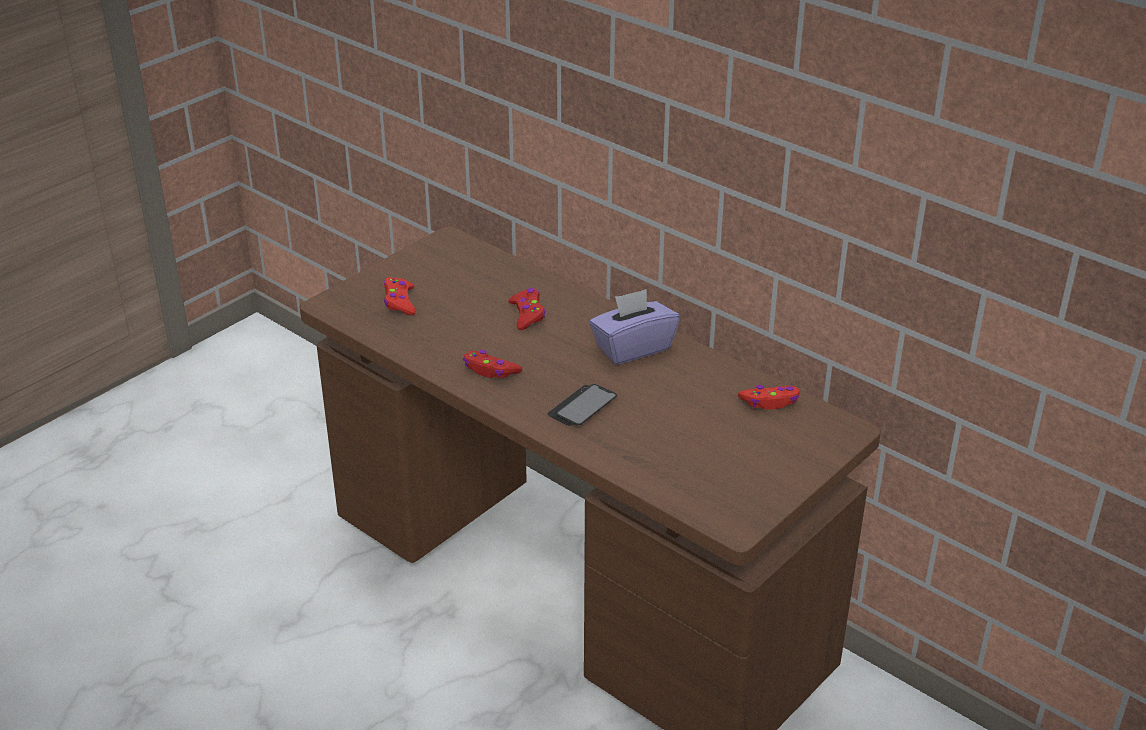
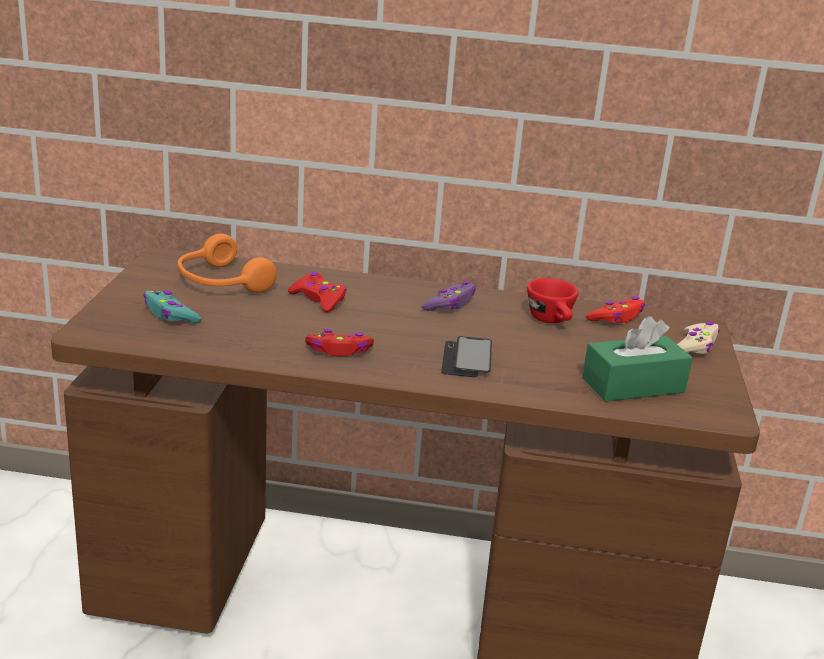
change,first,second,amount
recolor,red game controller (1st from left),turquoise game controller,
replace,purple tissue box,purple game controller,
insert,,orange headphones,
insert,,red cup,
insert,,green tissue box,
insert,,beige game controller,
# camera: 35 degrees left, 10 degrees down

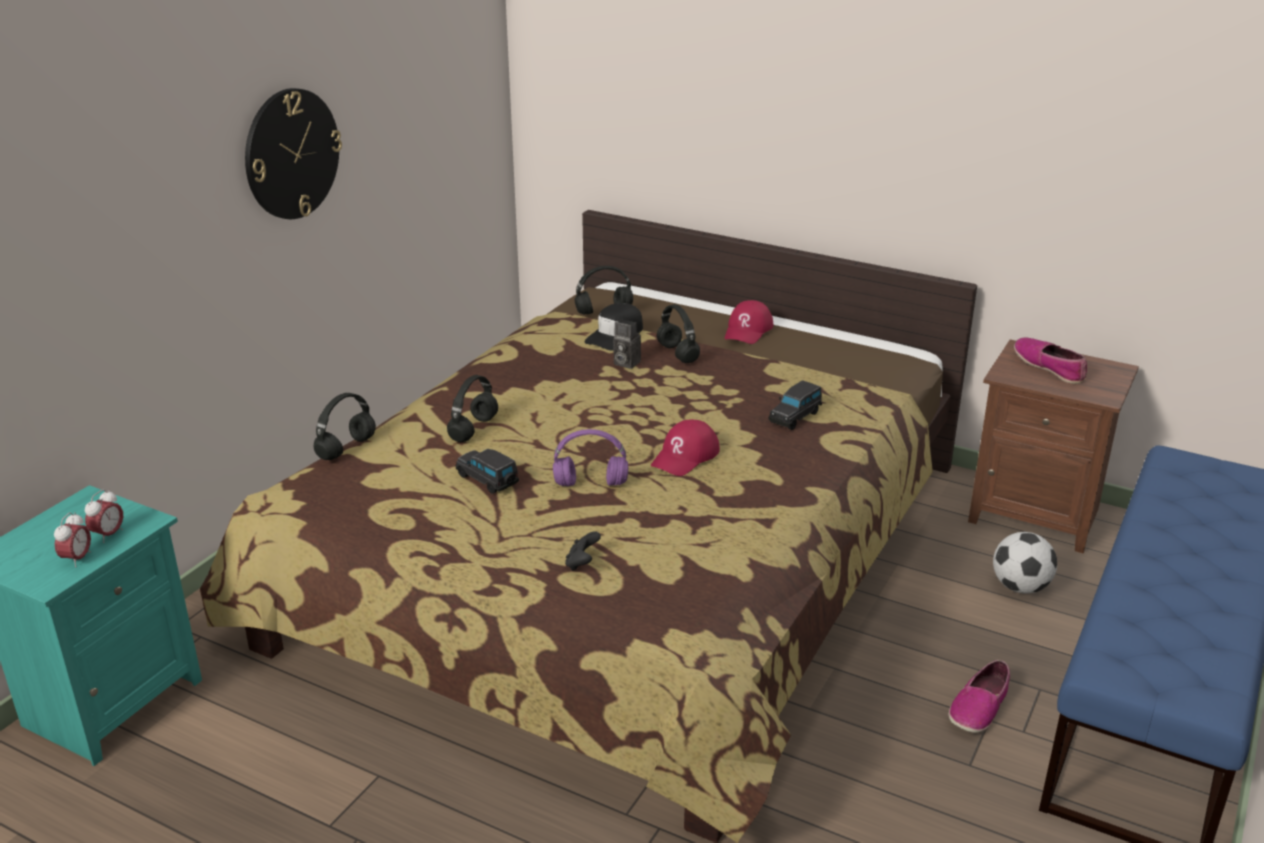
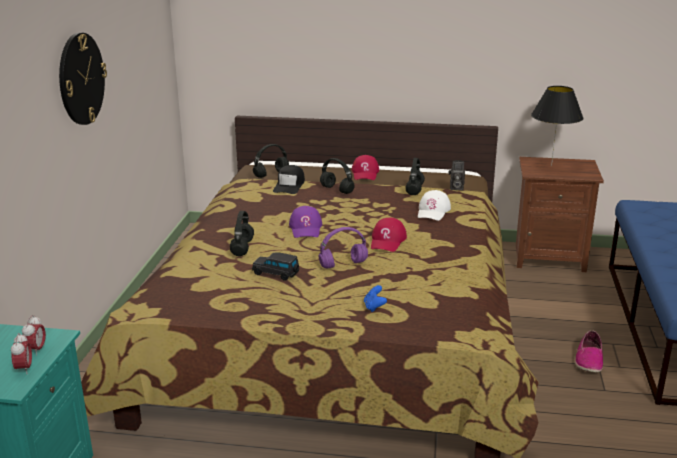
change,first,second,amount
move,photo camera,,
replace,shoe (2nd from left),black table lamp,
replace,black toy car (2nd from left),white cap,
move,black headphones (1st from left in the first image),black headphones (4th from left),
recolor,black game controller,blue game controller,
delete,football,,
insert,,purple cap,
# camera: 20 degrees left, 5 degrees down

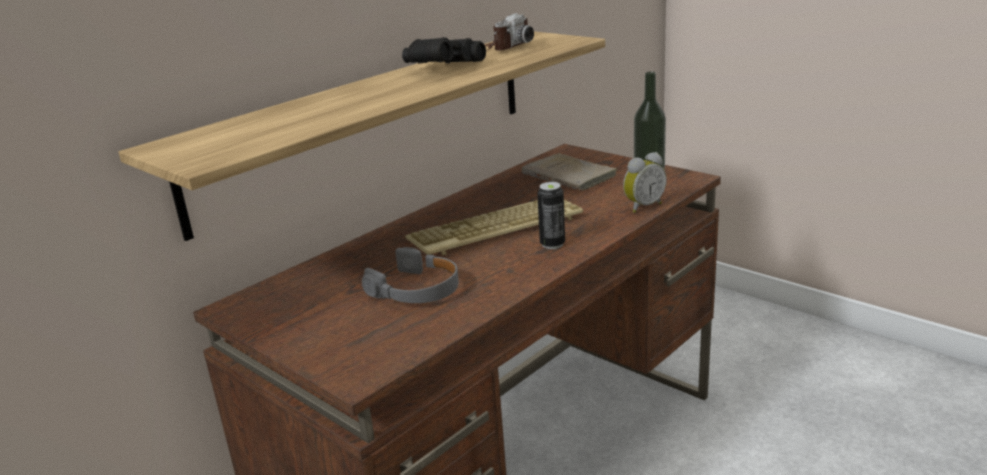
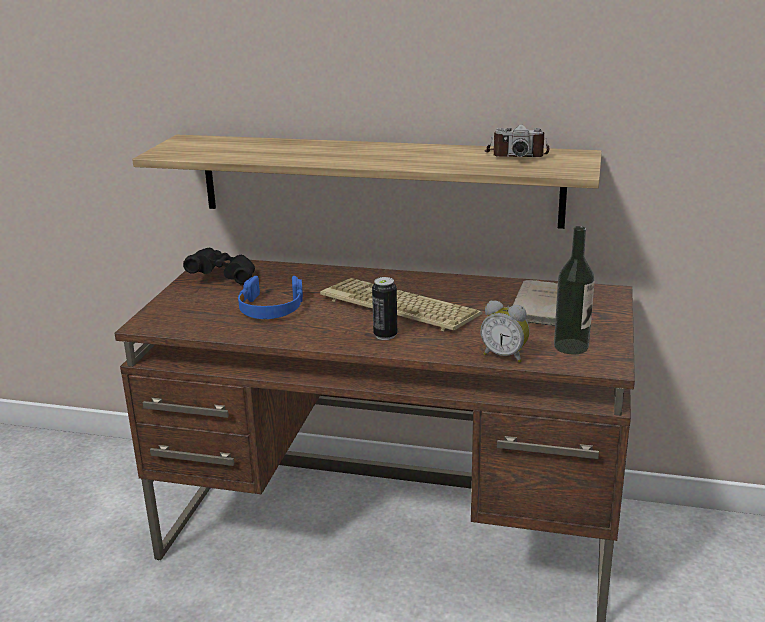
change,first,second,amount
move,black binoculars,,
recolor,grey headphones,blue headphones,
# camera: 60 degrees right, 0 degrees up

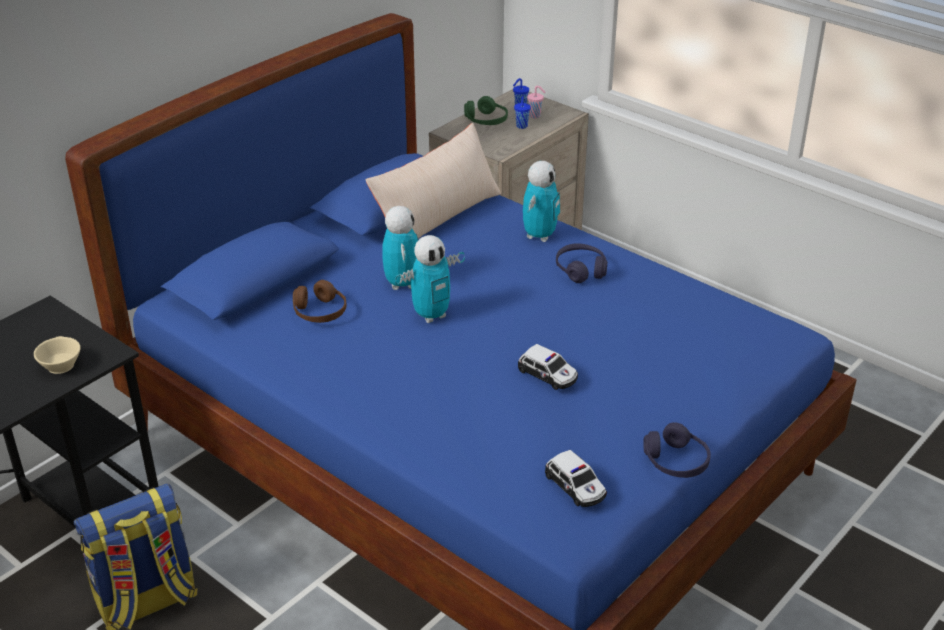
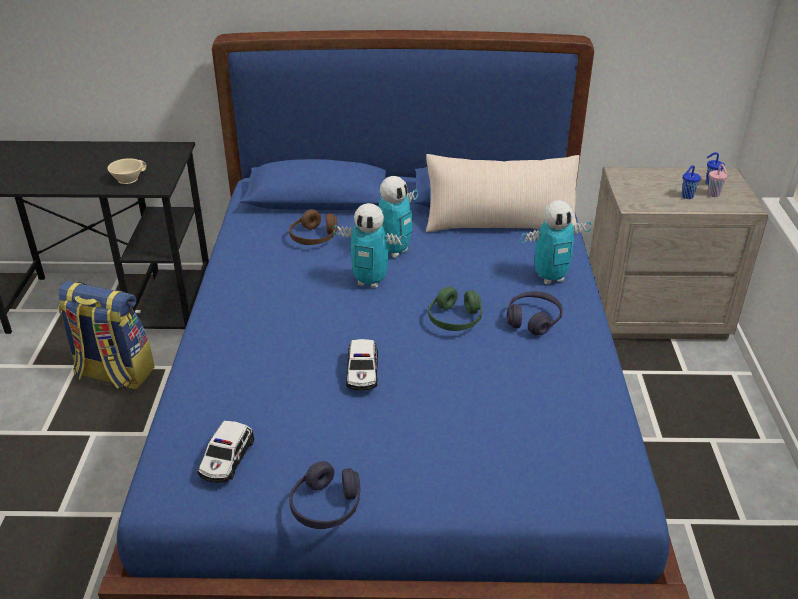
change,first,second,amount
move,green headphones,,
# camera: 50 degrees right, 0 degrees up

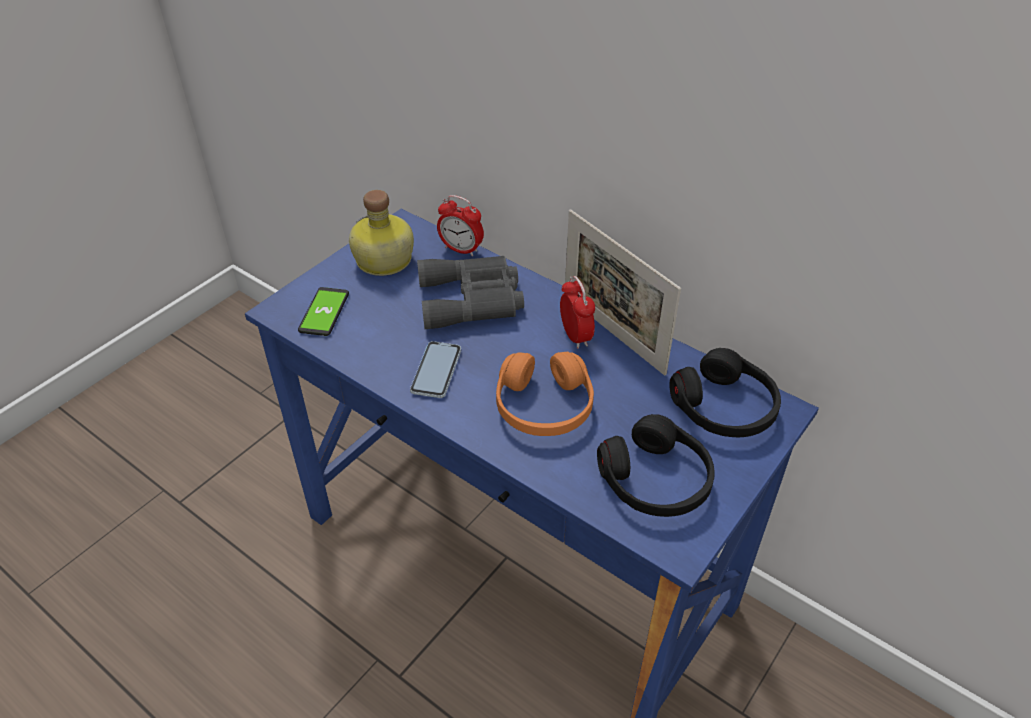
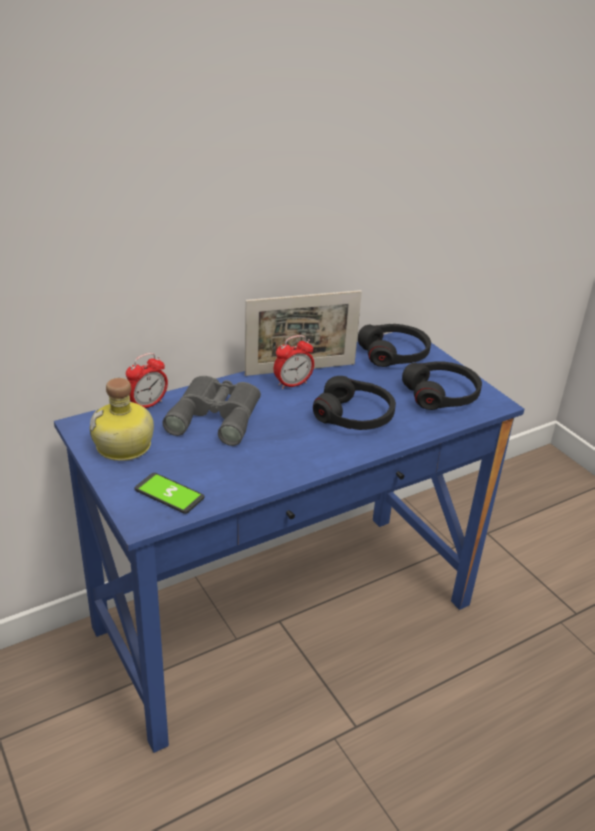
change,first,second,amount
rotate,alarm clock (2nd from left),,150 degrees clockwise
delete,phone (2nd from left),,
recolor,orange headphones,black headphones (1st from left),
# camera: 70 degrees left, 10 degrees down

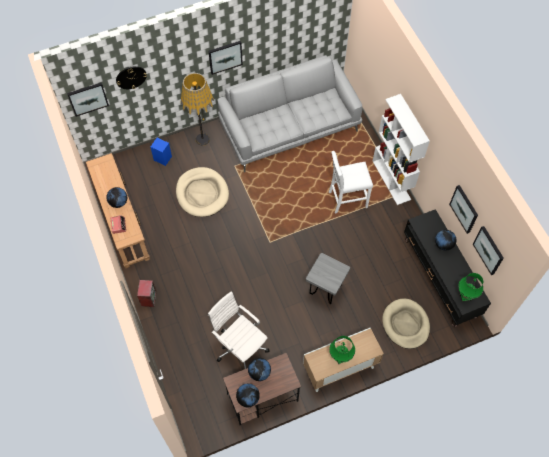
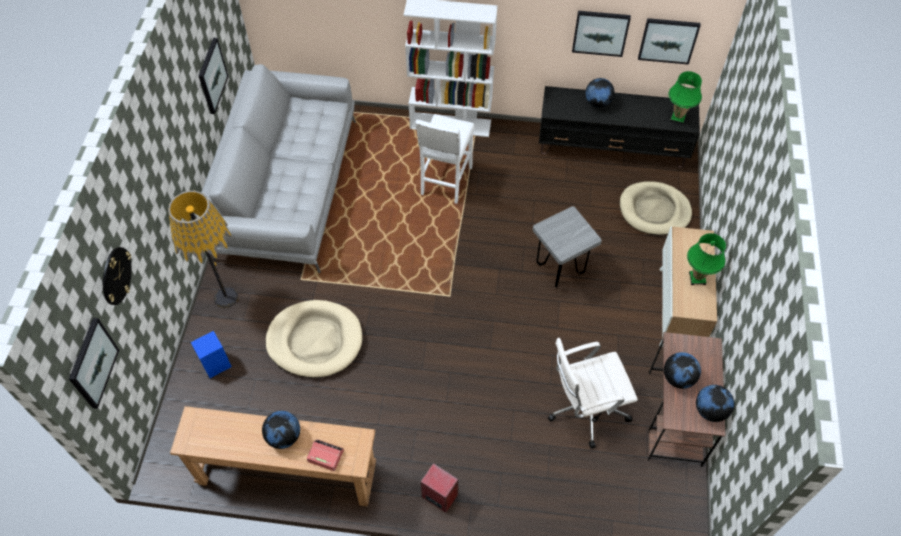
change,first,second,amount
move,picture (2nd from left),,
# camera: 60 degrees left, 5 degrees down

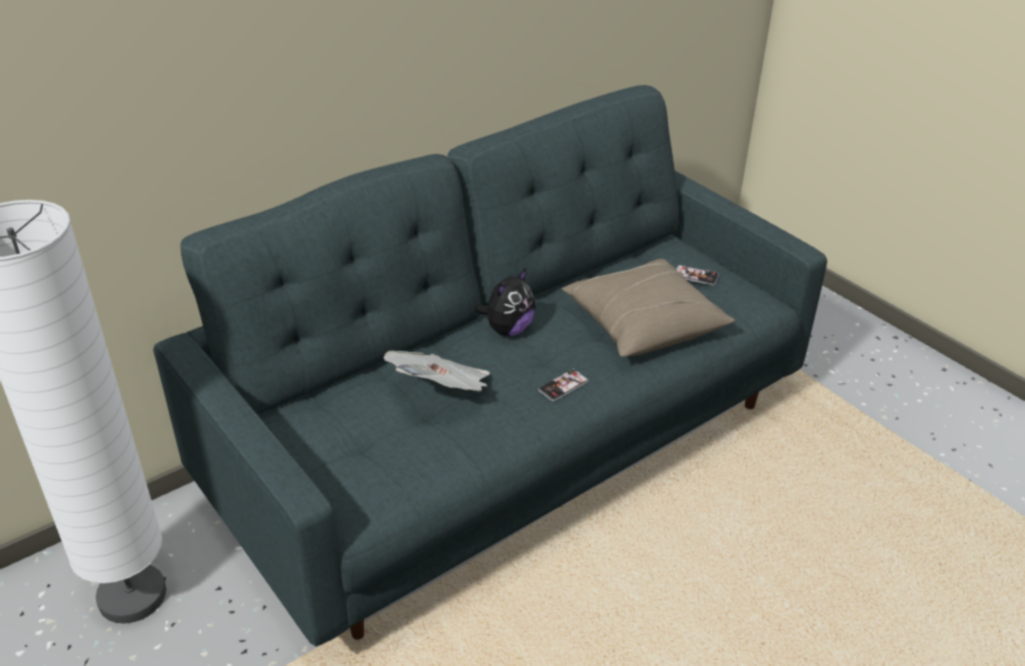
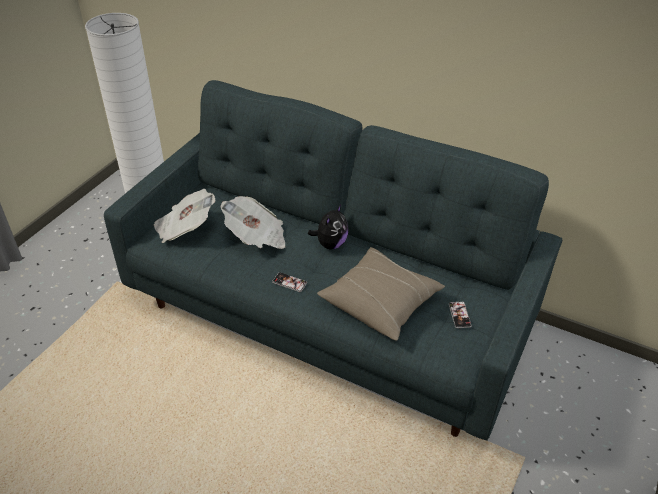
change,first,second,amount
rotate,plush toy,,75 degrees counterclockwise
insert,,newspaper (1st from left),
# camera: 65 degrees right, 5 degrees up

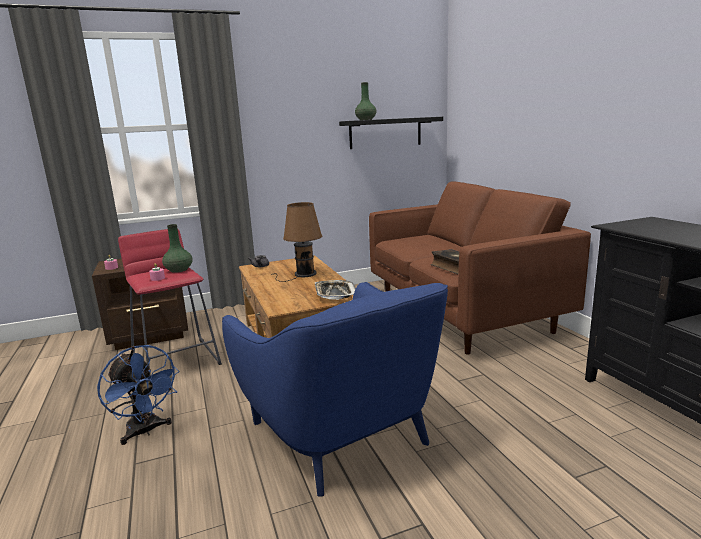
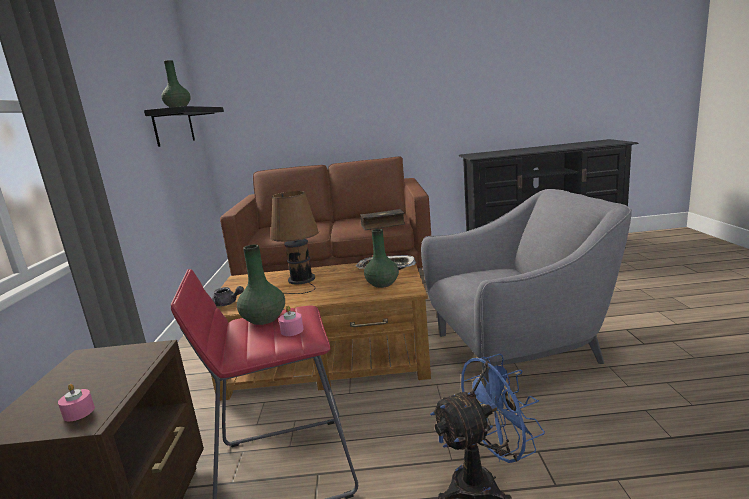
change,first,second,amount
recolor,blue armchair,grey armchair,
insert,,green vase (3rd from left),
# camera: 70 degrees left, 0 degrees up

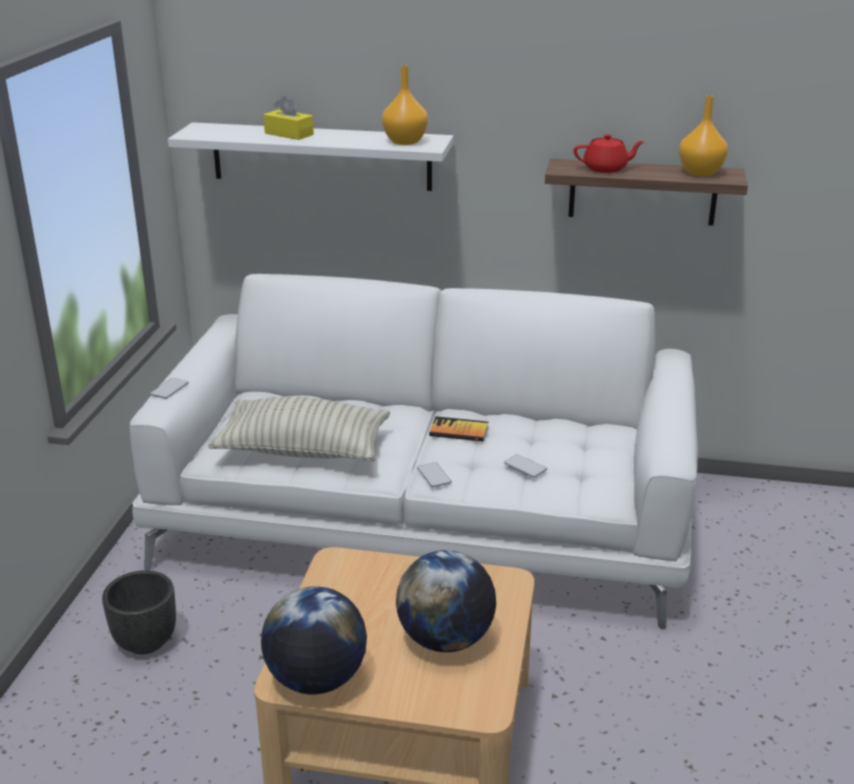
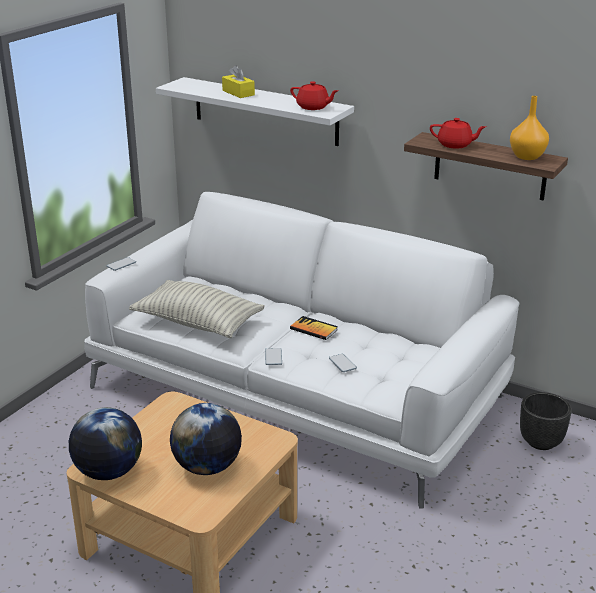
change,first,second,amount
replace,orange vase (1st from left),red teapot (1st from left),
move,black planter,,
# camera: 20 degrees right, 0 degrees up

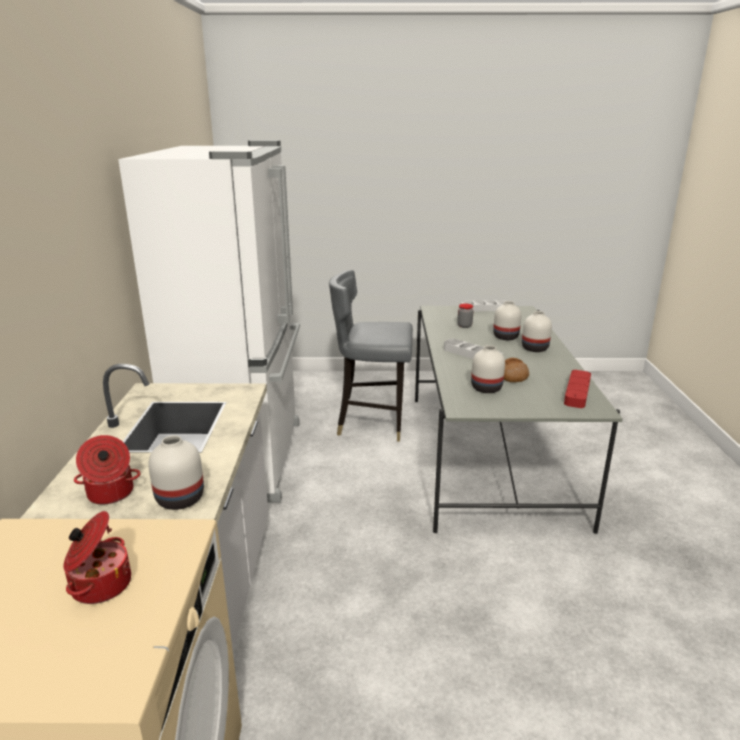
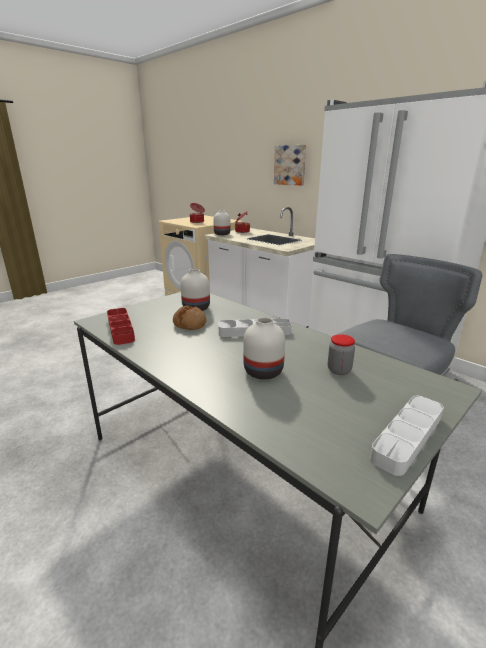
change,first,second,amount
delete,white vase (4th from left),,
insert,,picture,
# camera: 135 degrees right, 0 degrees up

